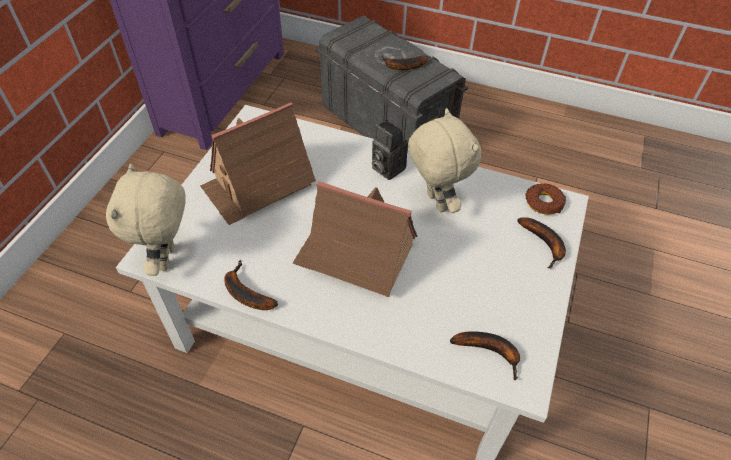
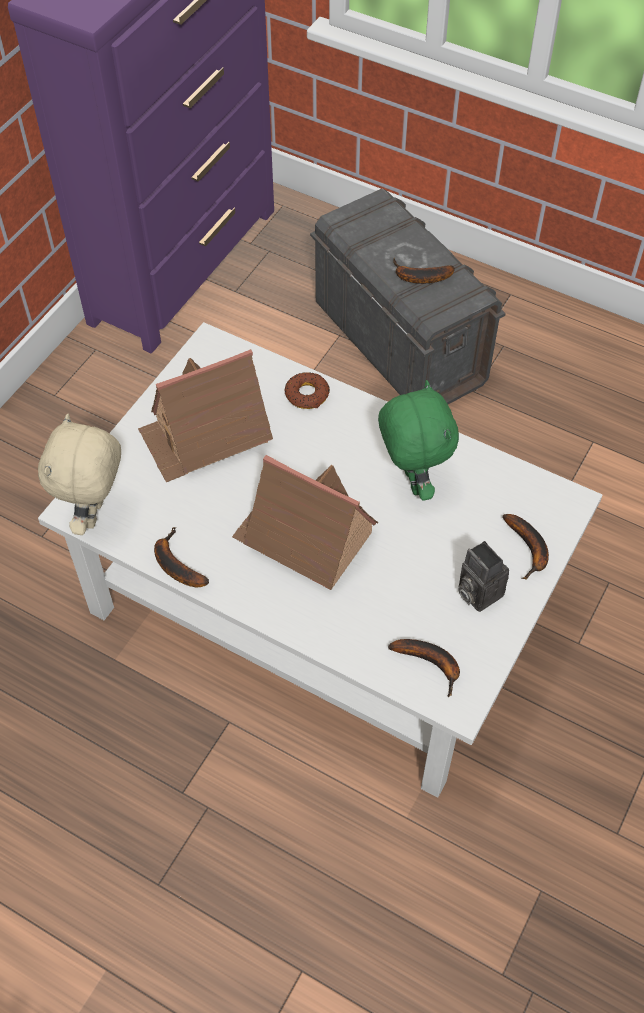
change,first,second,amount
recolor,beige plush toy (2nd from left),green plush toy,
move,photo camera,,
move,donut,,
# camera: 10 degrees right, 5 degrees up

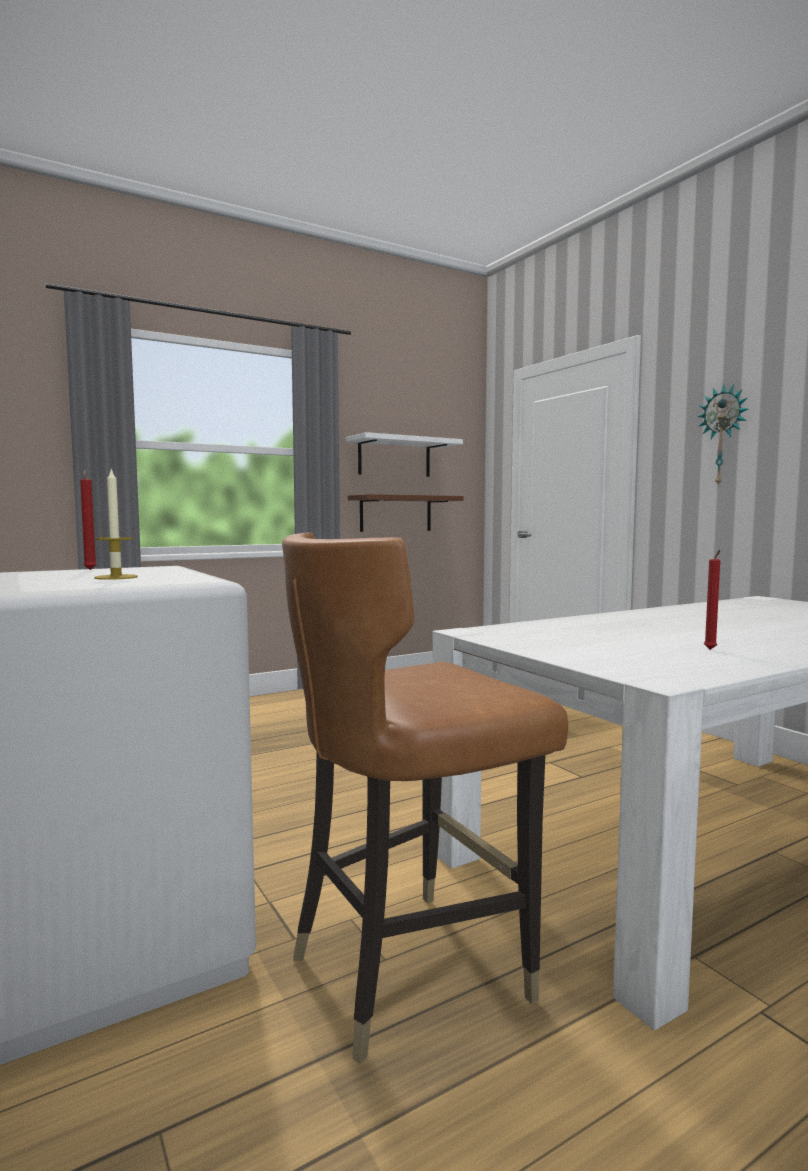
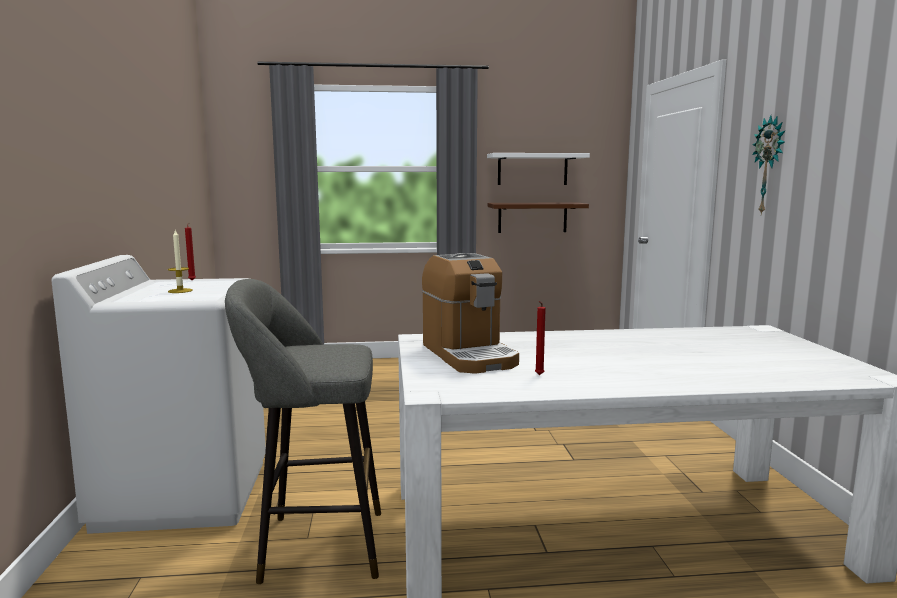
change,first,second,amount
replace,brown chair,grey stool,
insert,,coffee machine,
# camera: 25 degrees right, 5 degrees up

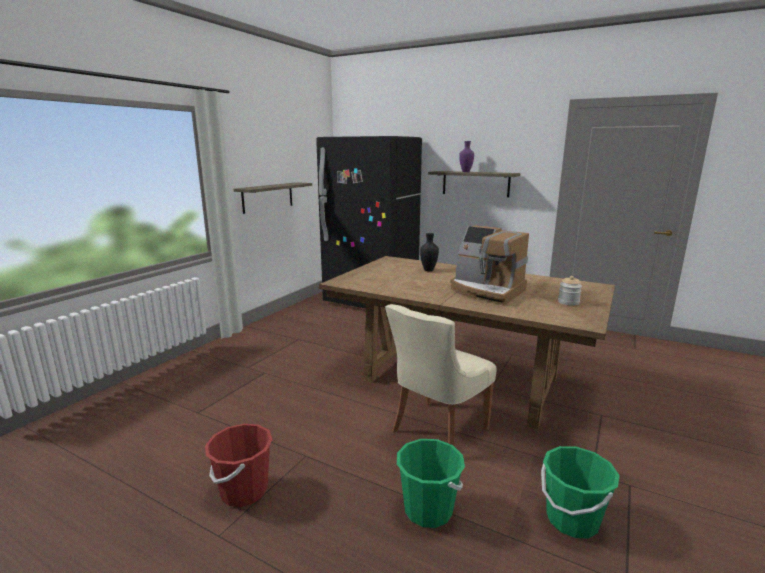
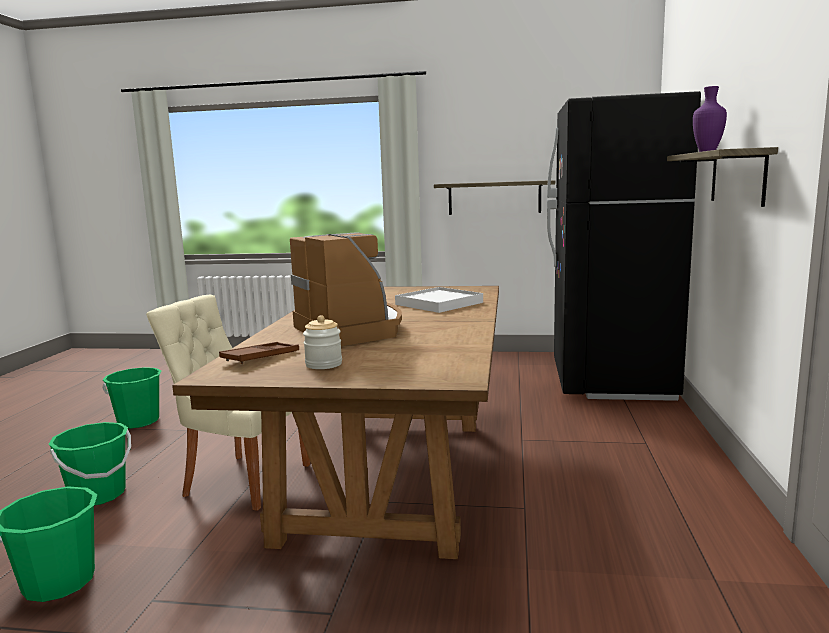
change,first,second,amount
rotate,coffee machine,,135 degrees clockwise
replace,black vase,white tray,
recolor,red bucket,green bucket (3rd from left),
insert,,brown tray,
# camera: 70 degrees right, 5 degrees down

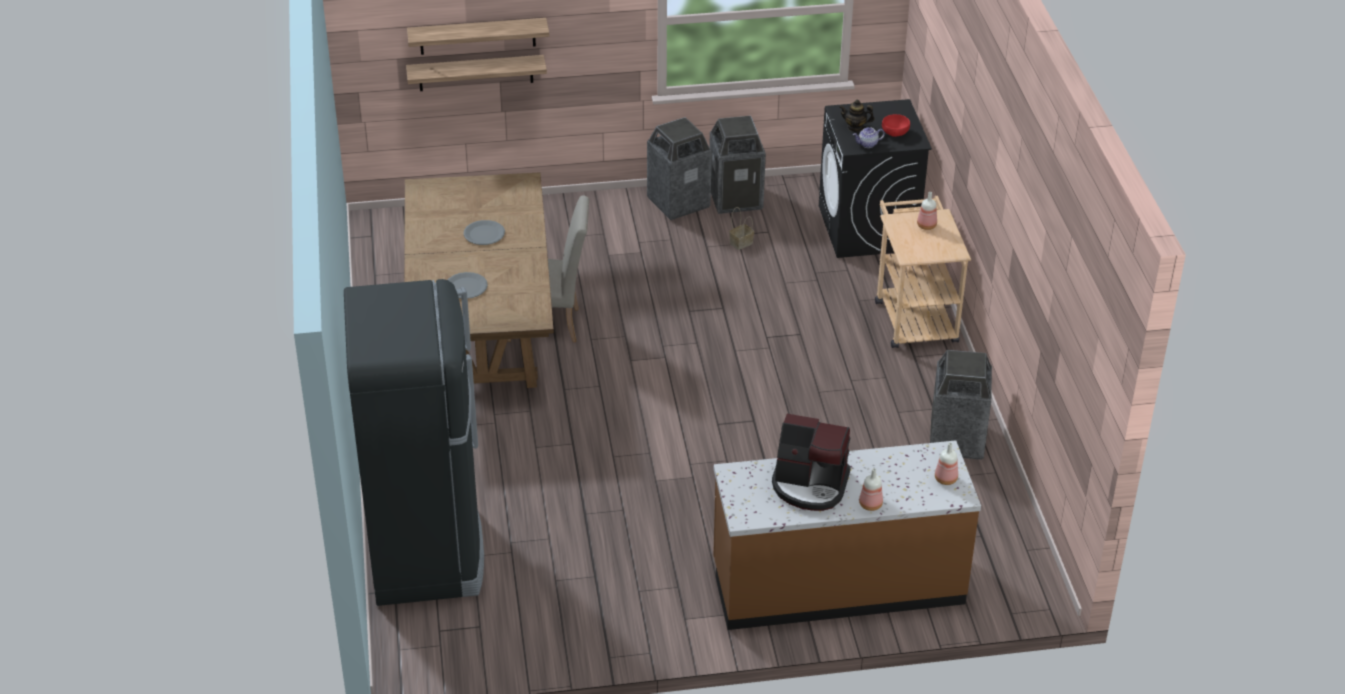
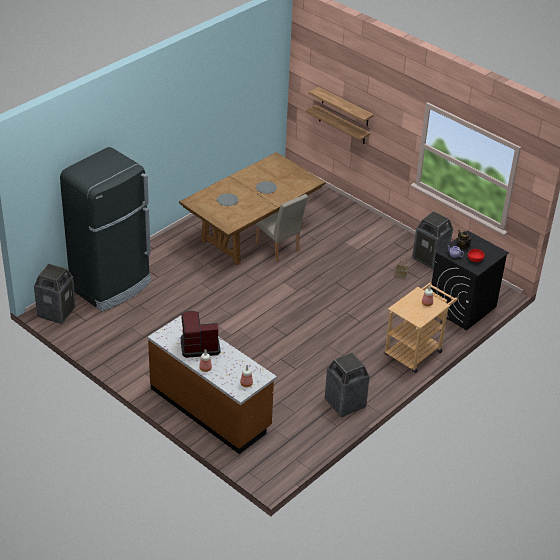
change,first,second,amount
move,trash can (1st from left),,
rotate,coffee machine,,105 degrees clockwise
# camera: 50 degrees right, 0 degrees up

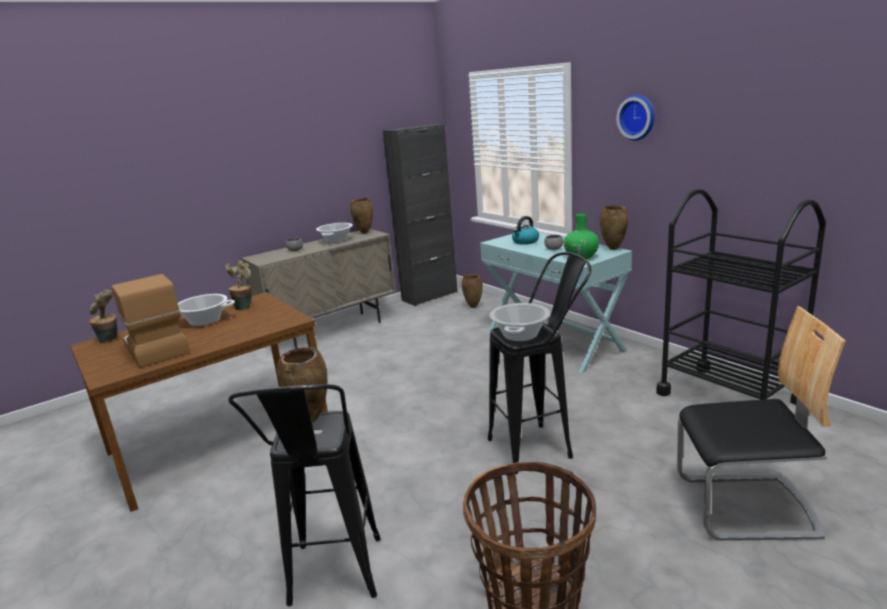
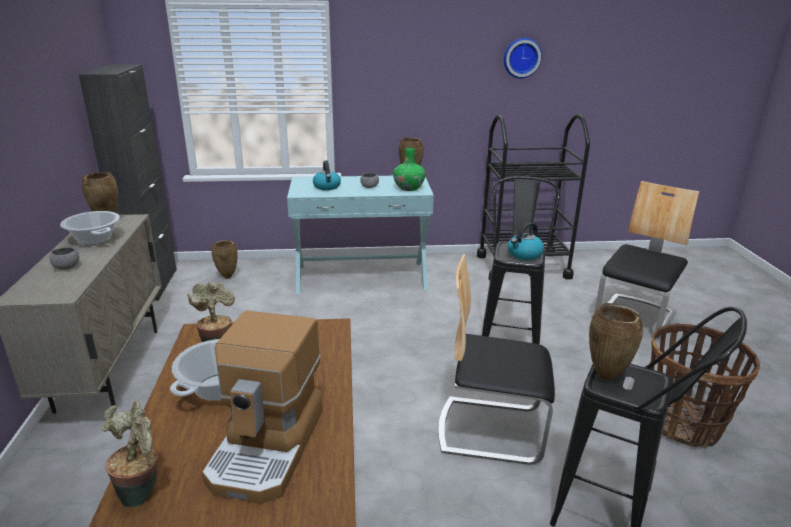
change,first,second,amount
move,wall clock,,
rotate,coffee machine,,75 degrees counterclockwise
replace,cooking pot (3rd from left),kettle (2nd from left),
insert,,chair (1st from left),
# camera: 60 degrees left, 5 degrees up

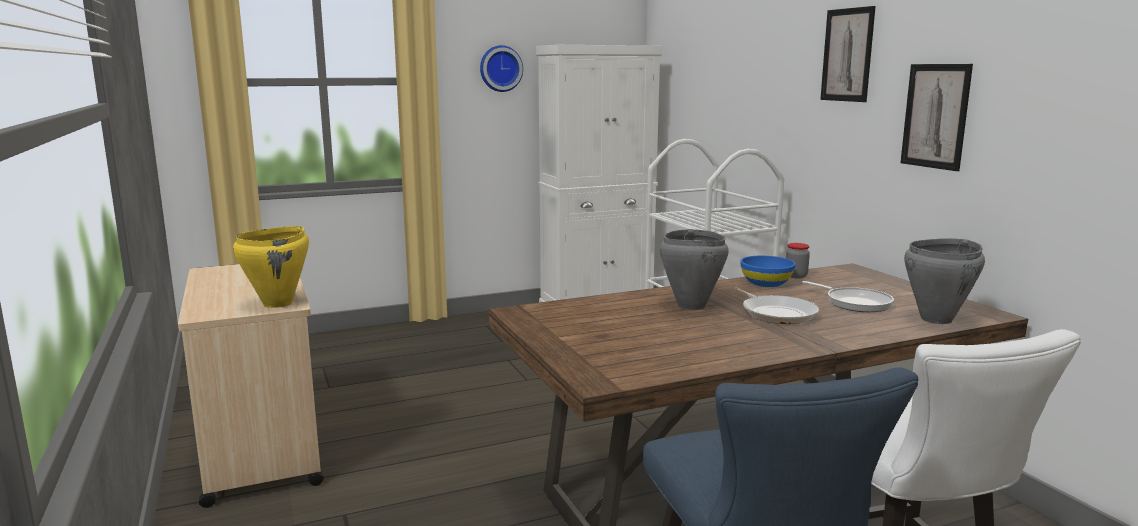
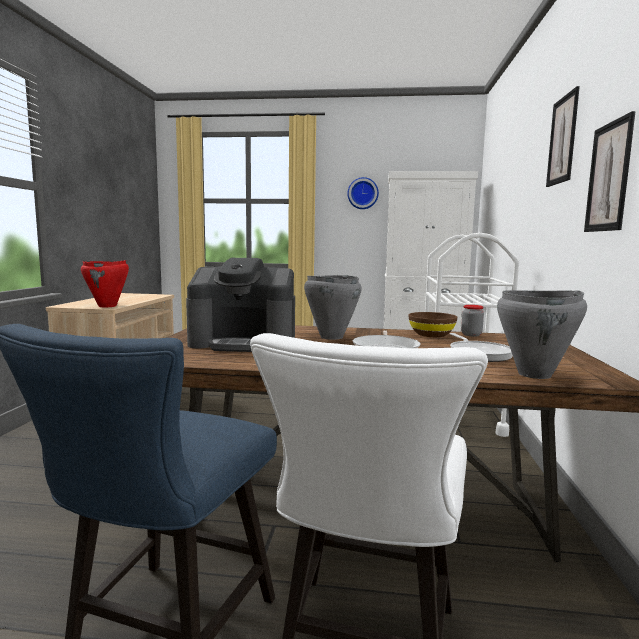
change,first,second,amount
recolor,yellow cooking pot,red cooking pot,
recolor,blue bowl,brown bowl,
insert,,coffee machine,
# camera: 30 degrees right, 5 degrees down

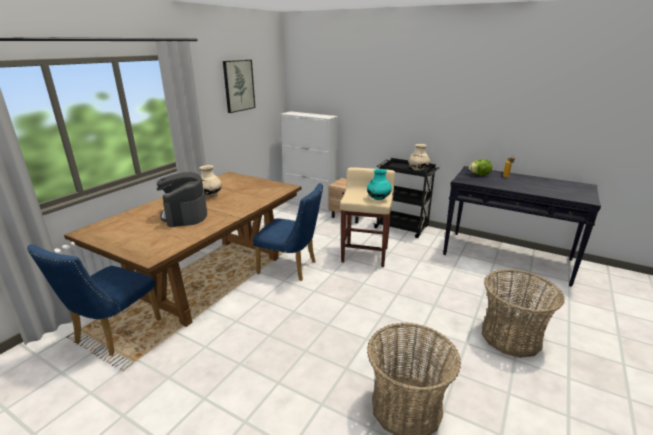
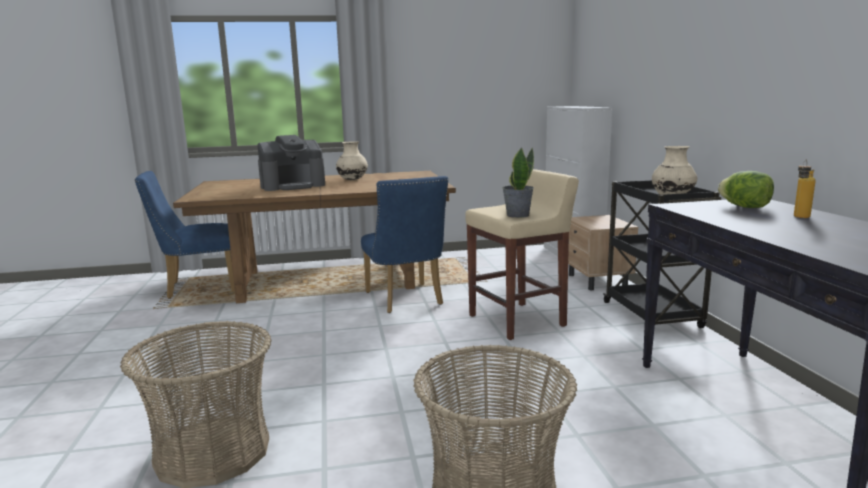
change,first,second,amount
delete,picture,,
replace,turquoise vase,potted plant,
rotate,coffee machine,,150 degrees counterclockwise
# camera: 50 degrees right, 10 degrees down

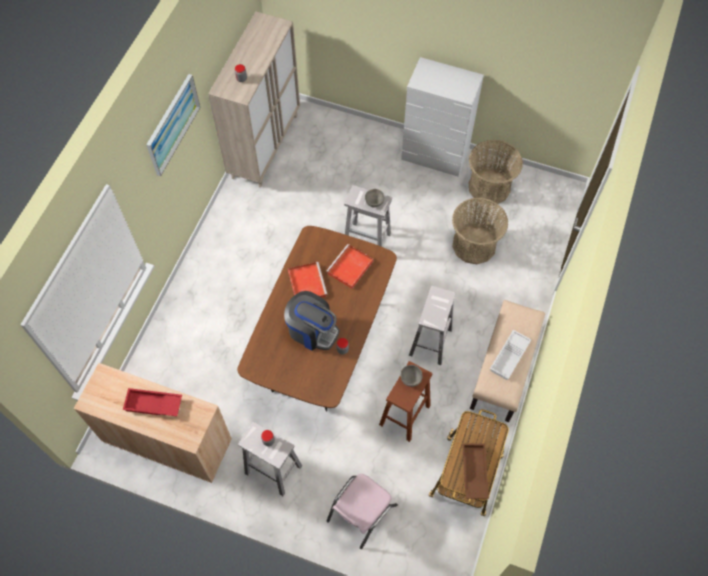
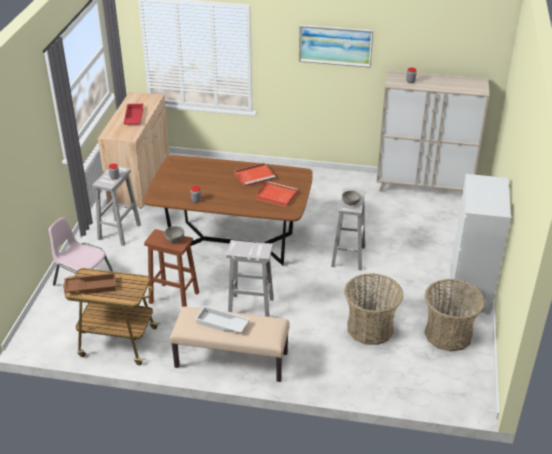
change,first,second,amount
delete,coffee machine,,
# camera: 80 degrees right, 25 degrees down

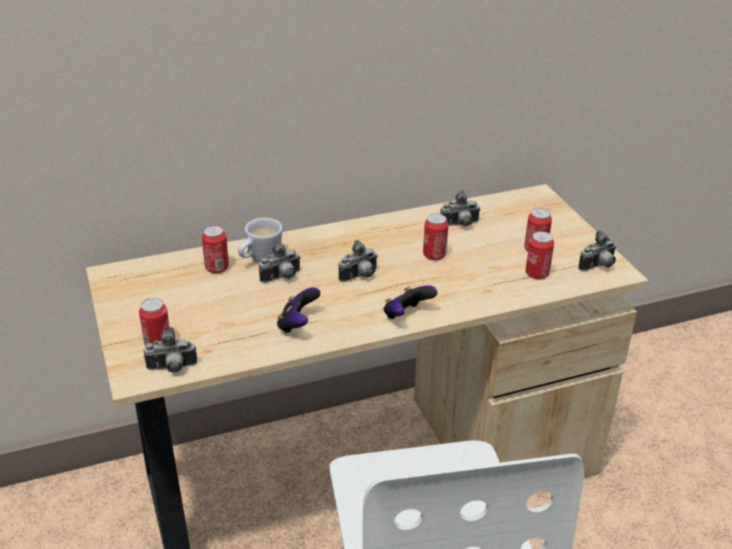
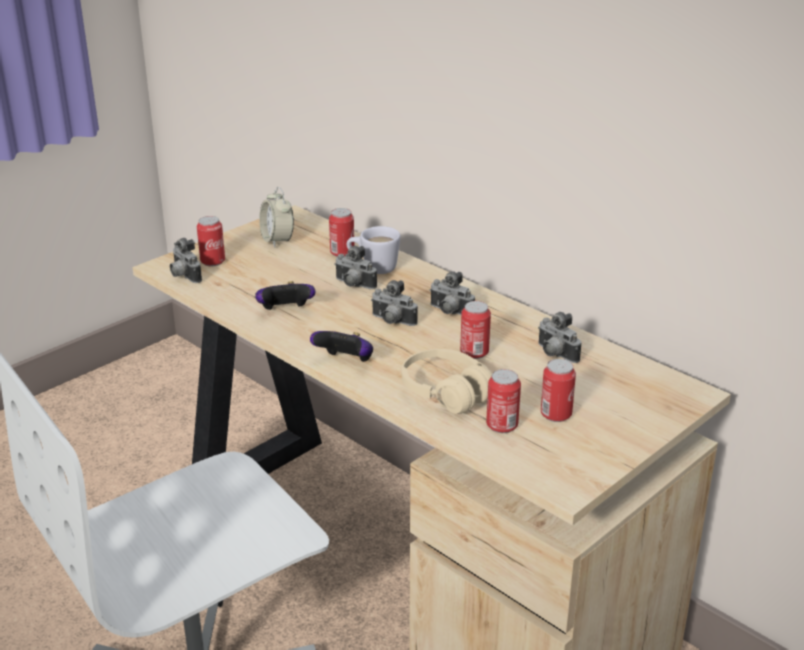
change,first,second,amount
move,photo camera (5th from left in the first image),photo camera (4th from left),
insert,,alarm clock,
insert,,beige headphones,
# camera: 65 degrees right, 5 degrees down

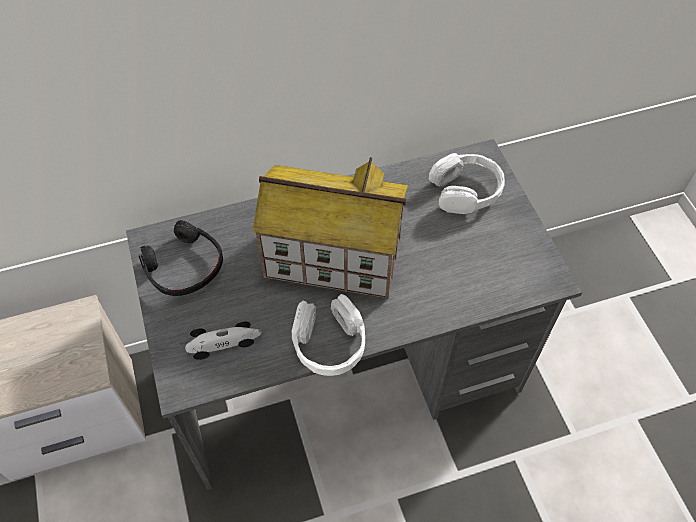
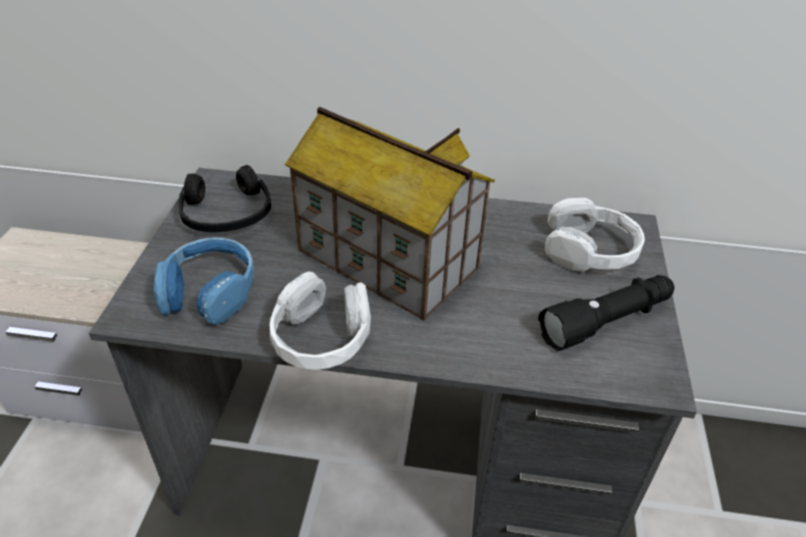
change,first,second,amount
replace,toy car,blue headphones,
insert,,black flashlight,
# camera: 25 degrees right, 15 degrees down

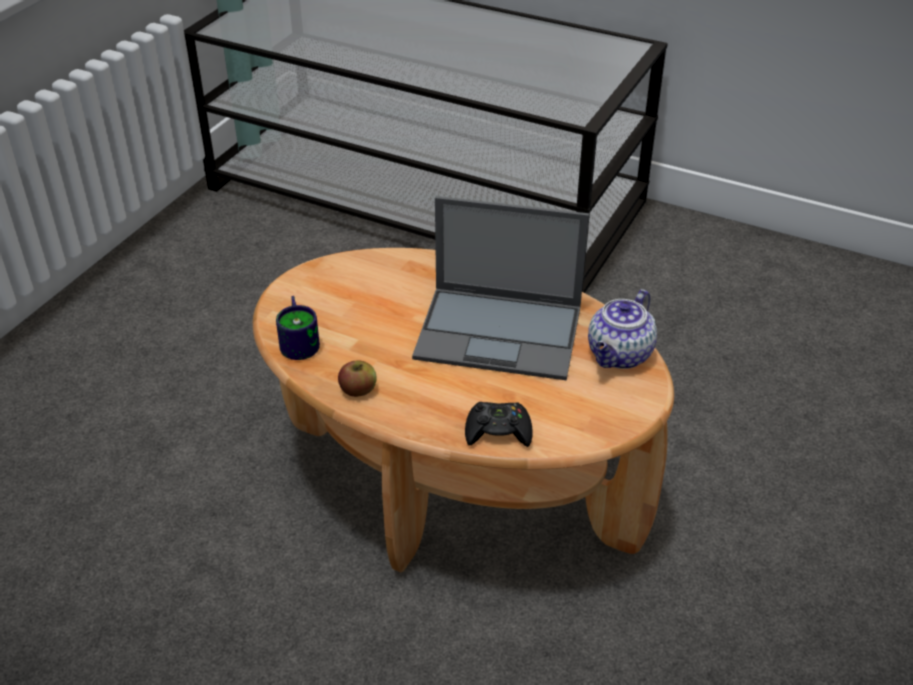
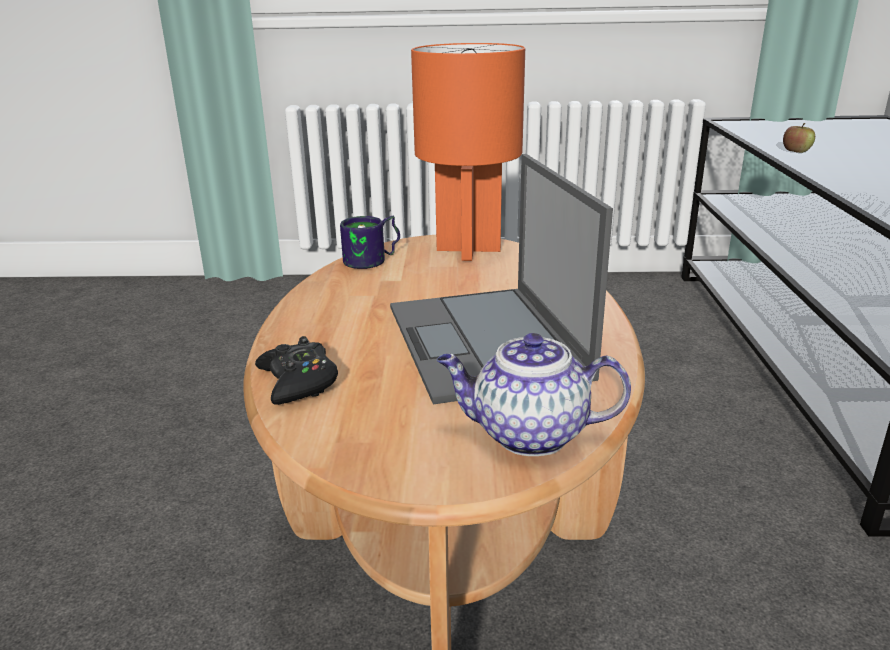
change,first,second,amount
move,apple,,
insert,,orange table lamp,
# camera: 65 degrees right, 15 degrees down

